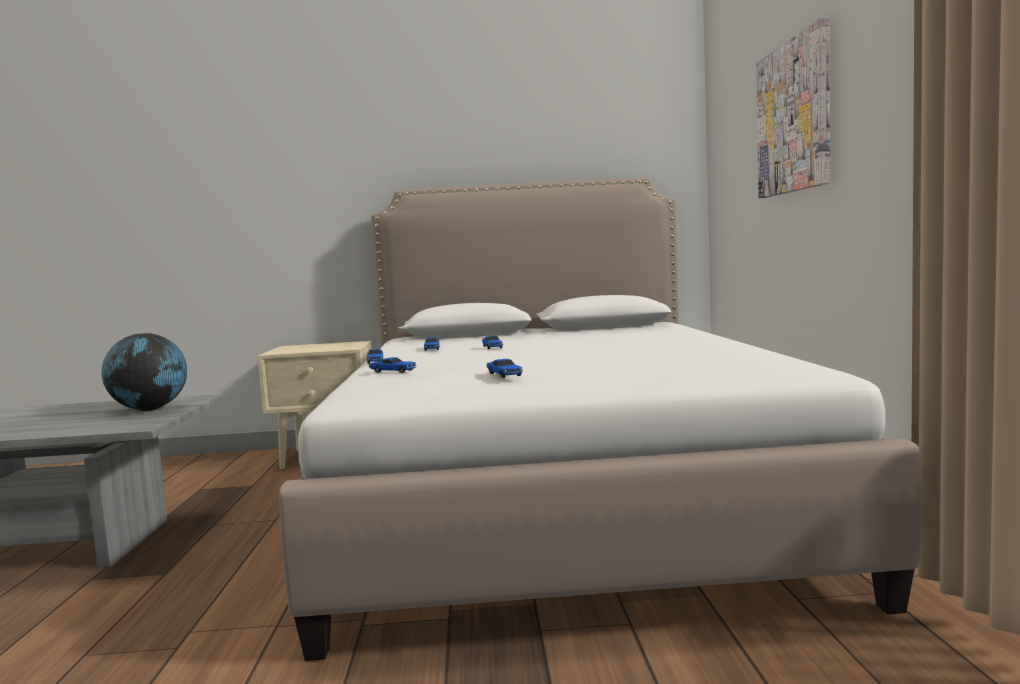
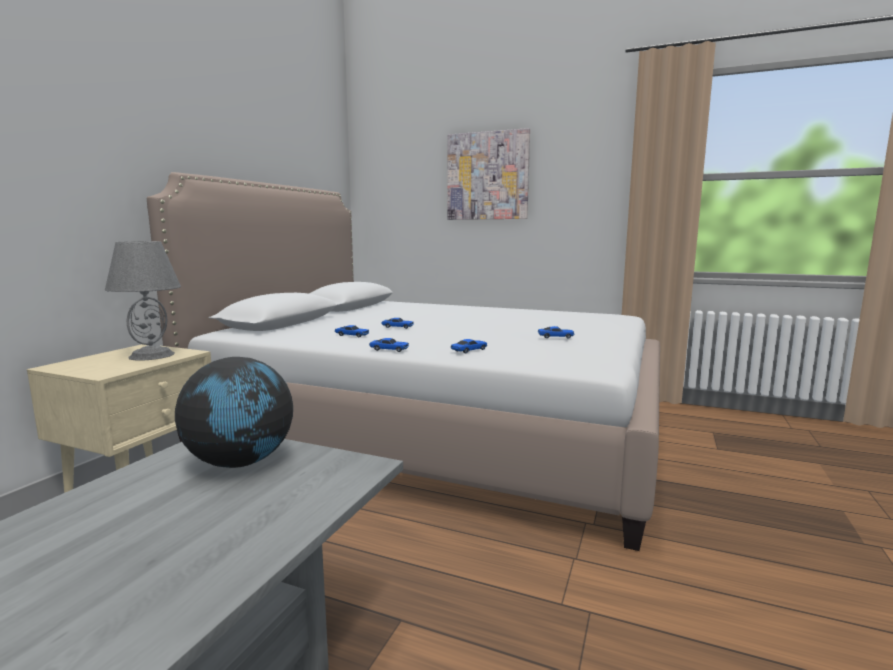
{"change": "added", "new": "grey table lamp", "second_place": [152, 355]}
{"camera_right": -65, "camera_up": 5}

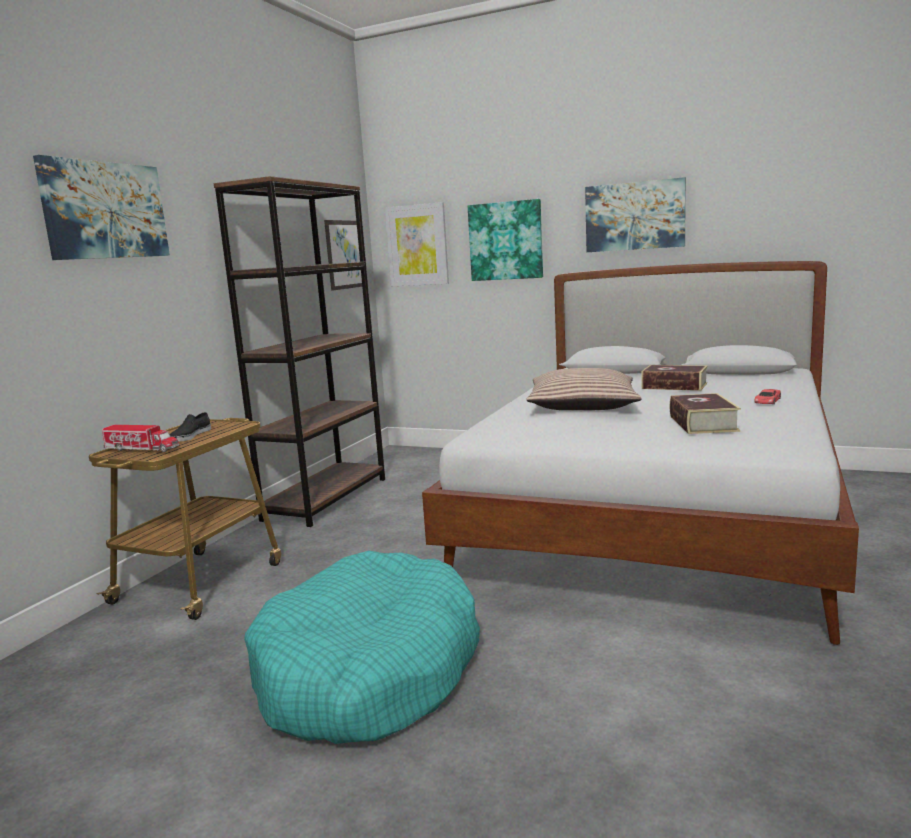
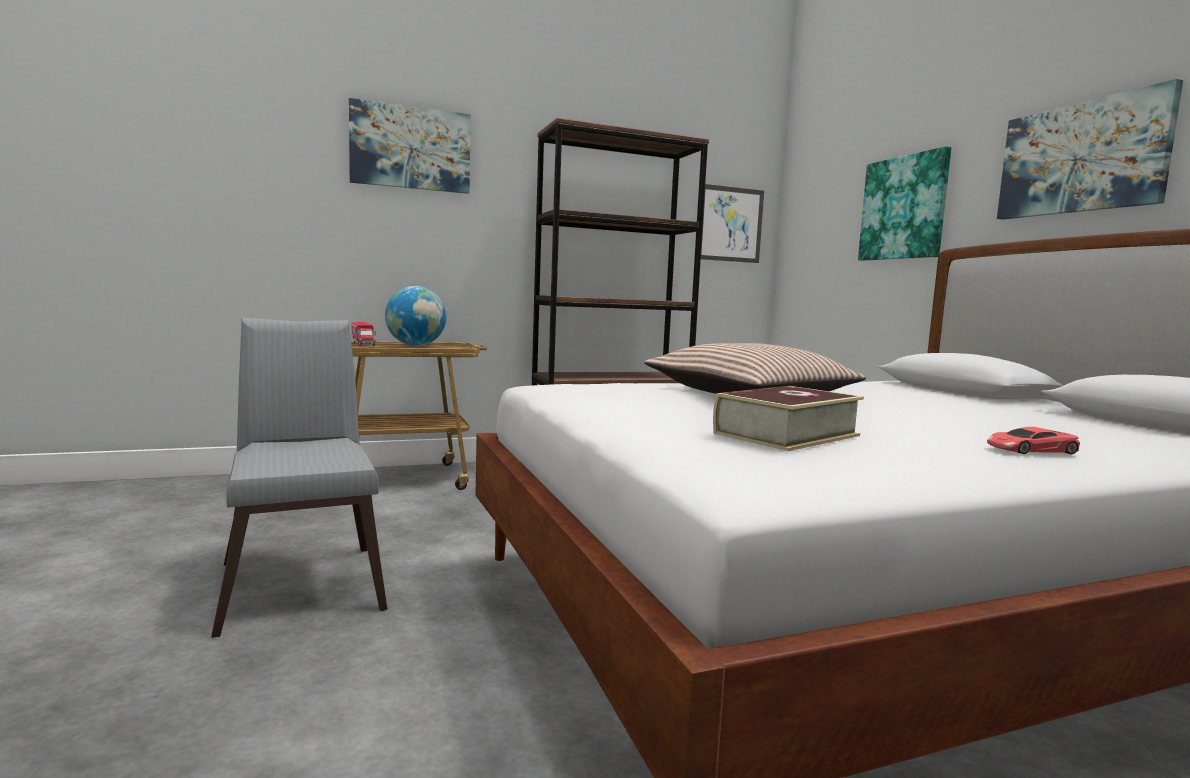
{"change": "removed", "old": "picture", "first_place": [417, 245]}
{"change": "removed", "old": "book", "first_place": [674, 386]}
{"change": "replaced", "old": "black shoe", "new": "globe", "first_place": [190, 436], "second_place": [416, 346]}
{"change": "replaced", "old": "turquoise dog bed", "new": "grey chair", "first_place": [369, 672], "second_place": [304, 580]}
{"camera_right": 45, "camera_up": -5}

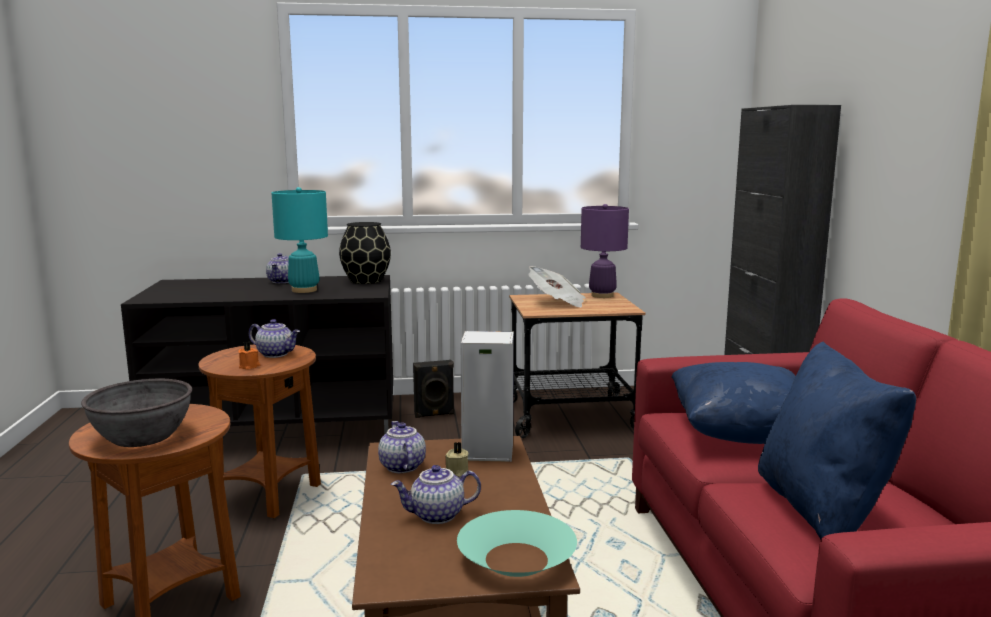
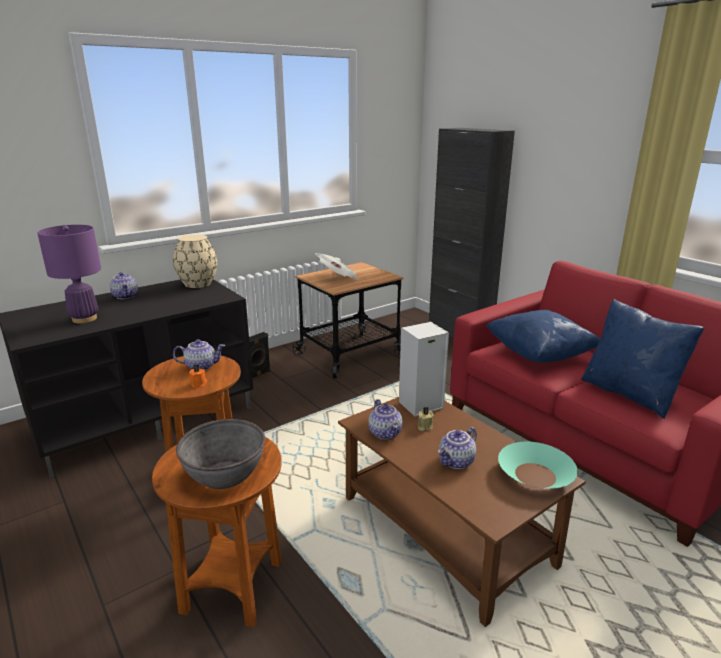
{"change": "removed", "old": "turquoise table lamp", "first_place": [304, 290]}
{"change": "moved", "old": "purple table lamp", "first_place": [602, 295], "second_place": [85, 319]}
{"change": "recoloured", "old": "black vase", "new": "beige vase", "first_place": [366, 281], "second_place": [198, 284]}
{"change": "turned", "old": "teapot", "first_place": [401, 466], "second_place": [386, 433], "degrees": -150}
{"camera_right": -30, "camera_up": 10}

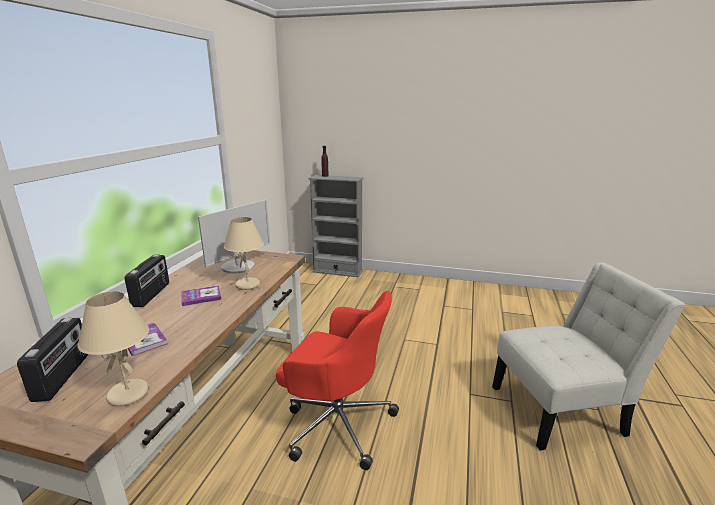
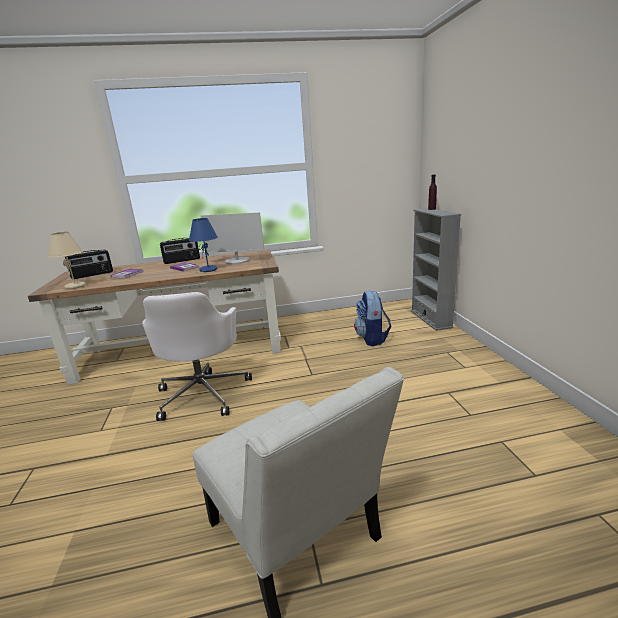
{"change": "recoloured", "old": "beige table lamp", "new": "blue table lamp", "first_place": [248, 285], "second_place": [208, 270]}
{"change": "recoloured", "old": "red office chair", "new": "white office chair", "first_place": [336, 422], "second_place": [203, 393]}
{"change": "added", "new": "backpack", "second_place": [372, 339]}
{"camera_right": 65, "camera_up": 0}

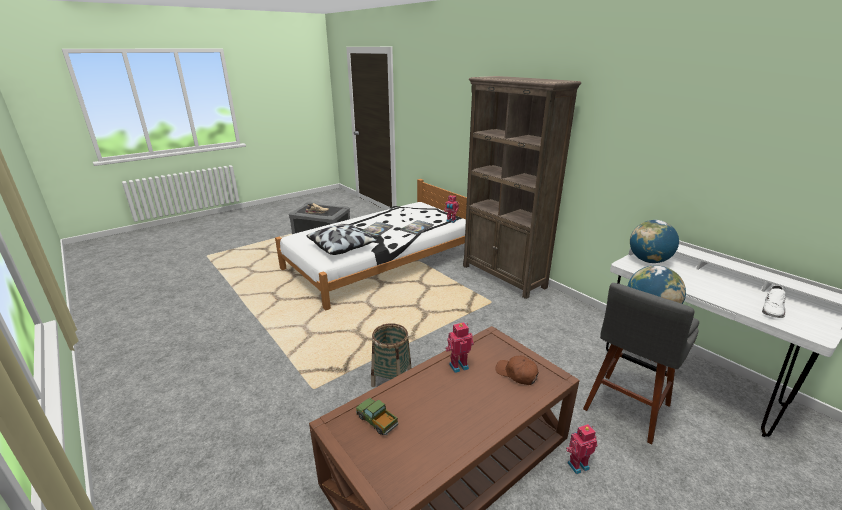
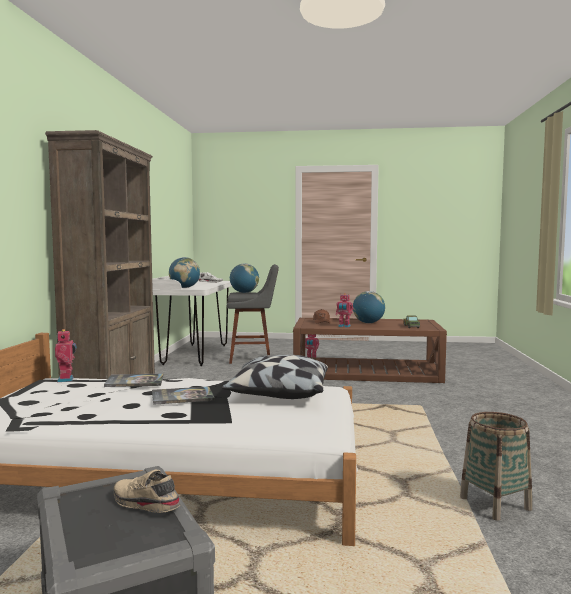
{"change": "moved", "old": "basket", "first_place": [391, 379], "second_place": [495, 504]}
{"change": "added", "new": "globe", "second_place": [368, 323]}
{"camera_right": -135, "camera_up": -20}

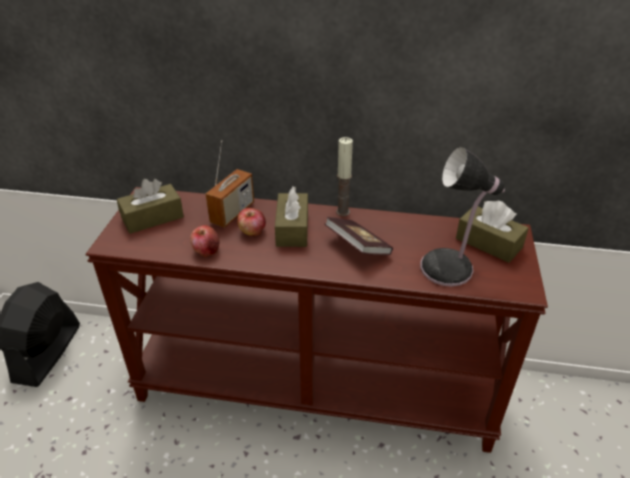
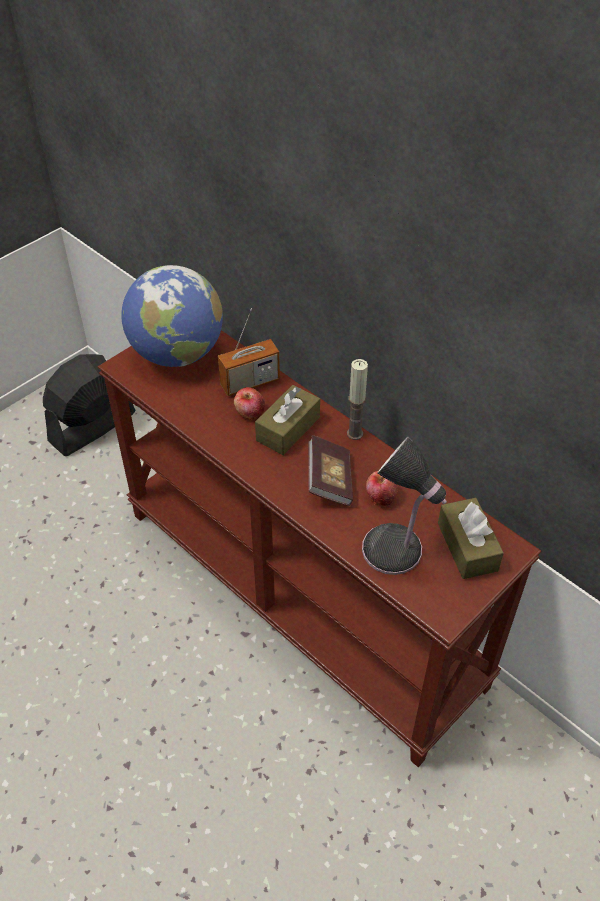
{"change": "replaced", "old": "brown tissue box", "new": "globe", "first_place": [152, 218], "second_place": [177, 354]}
{"change": "moved", "old": "apple", "first_place": [206, 250], "second_place": [381, 497]}
{"camera_right": 35, "camera_up": 10}

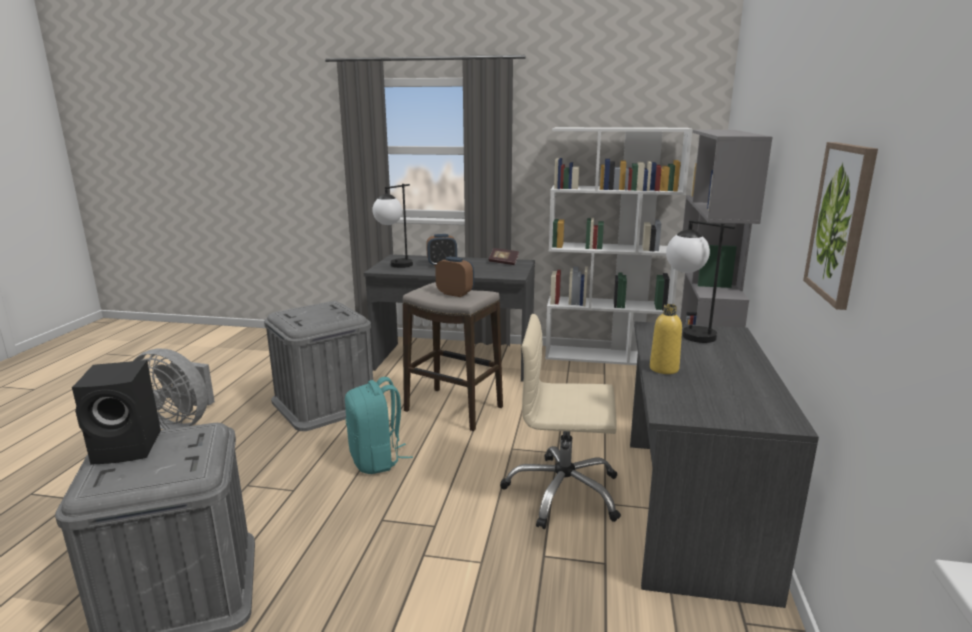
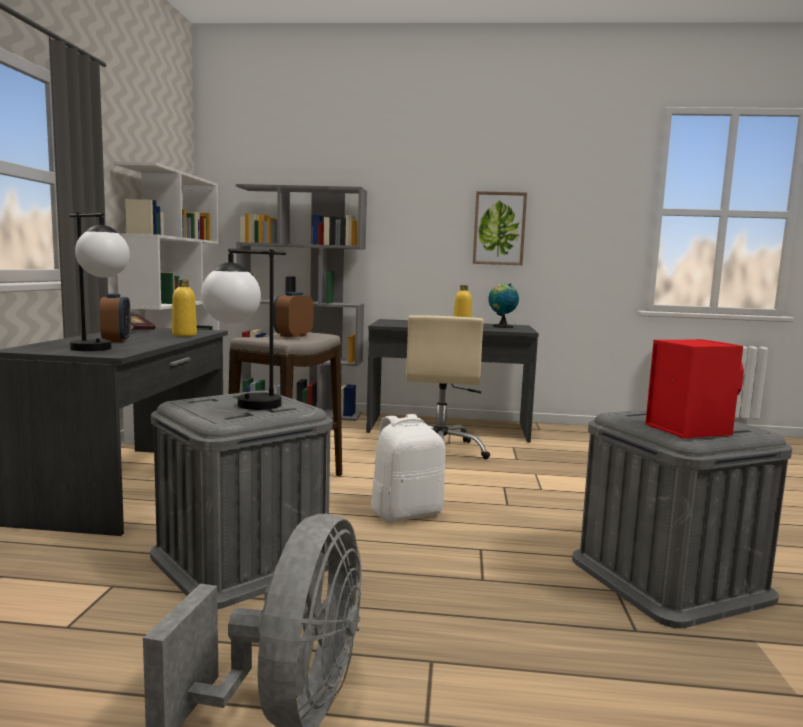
{"change": "moved", "old": "table lamp", "first_place": [687, 333], "second_place": [243, 407]}
{"change": "recoloured", "old": "black speaker", "new": "red speaker", "first_place": [130, 447], "second_place": [686, 429]}
{"change": "recoloured", "old": "turquoise backpack", "new": "white backpack", "first_place": [376, 460], "second_place": [406, 513]}
{"change": "added", "new": "yellow bottle", "second_place": [184, 335]}
{"change": "added", "new": "globe", "second_place": [501, 326]}
{"camera_right": -95, "camera_up": -10}

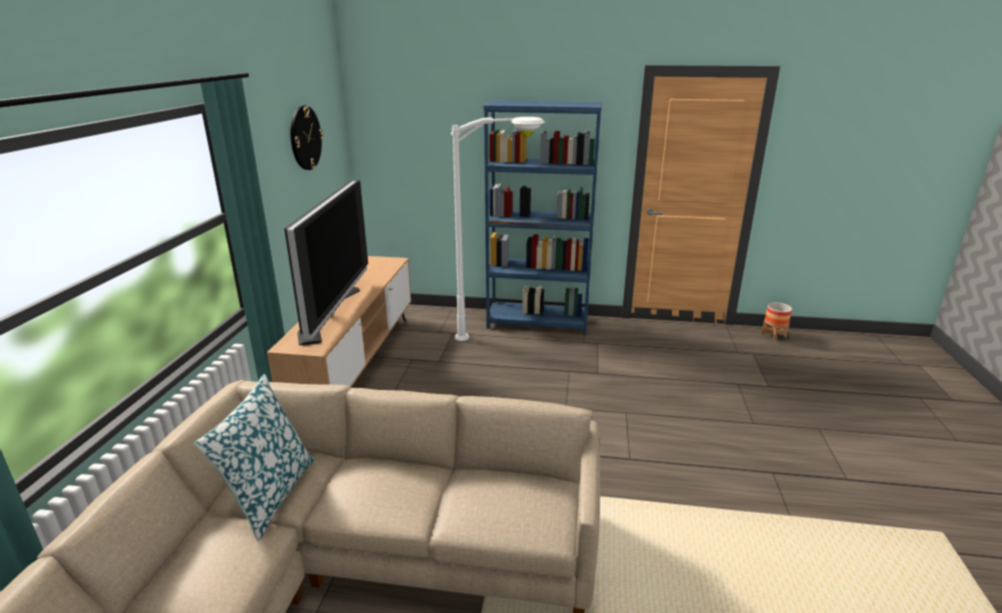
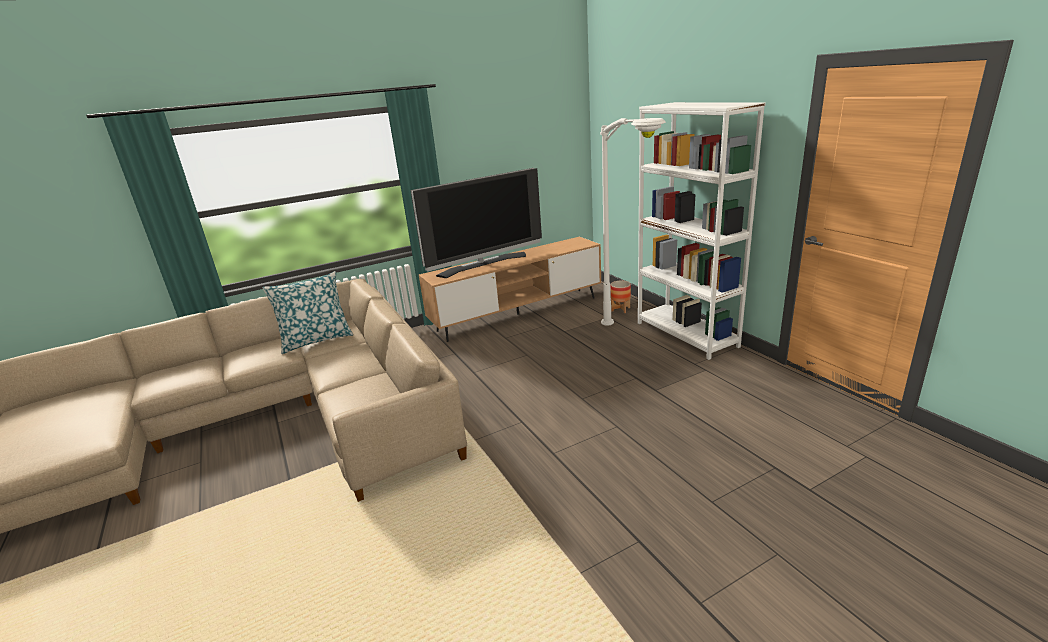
{"change": "recoloured", "old": "blue bookcase", "new": "white bookcase", "first_place": [538, 322], "second_place": [686, 334]}
{"change": "removed", "old": "wall clock", "first_place": [305, 138]}
{"change": "moved", "old": "planter", "first_place": [773, 335], "second_place": [620, 309]}
{"camera_right": 55, "camera_up": 0}

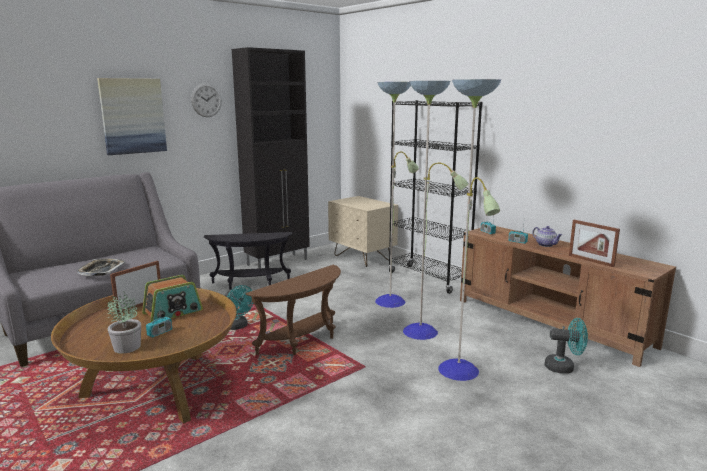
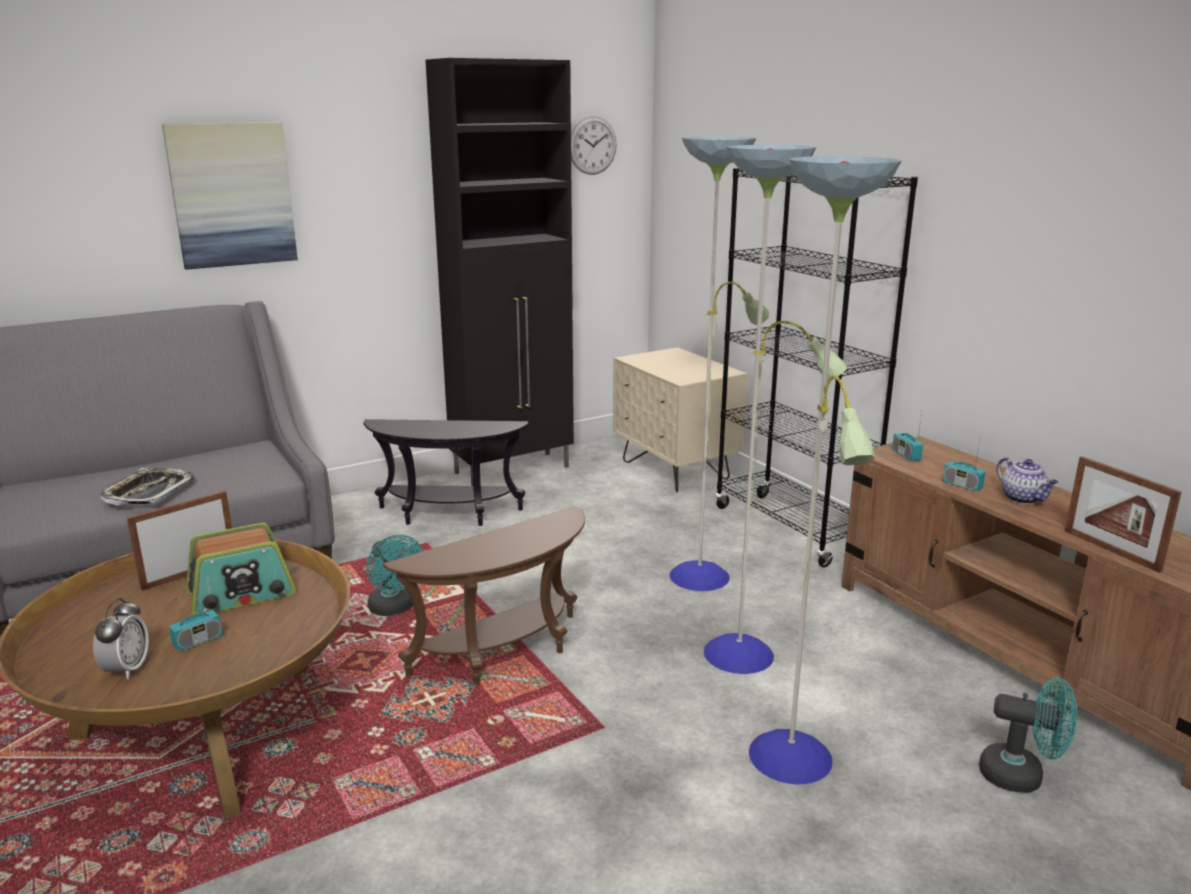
{"change": "moved", "old": "wall clock", "first_place": [206, 100], "second_place": [592, 145]}
{"change": "replaced", "old": "potted plant", "new": "alarm clock", "first_place": [126, 347], "second_place": [127, 669]}
{"camera_right": 10, "camera_up": 5}

